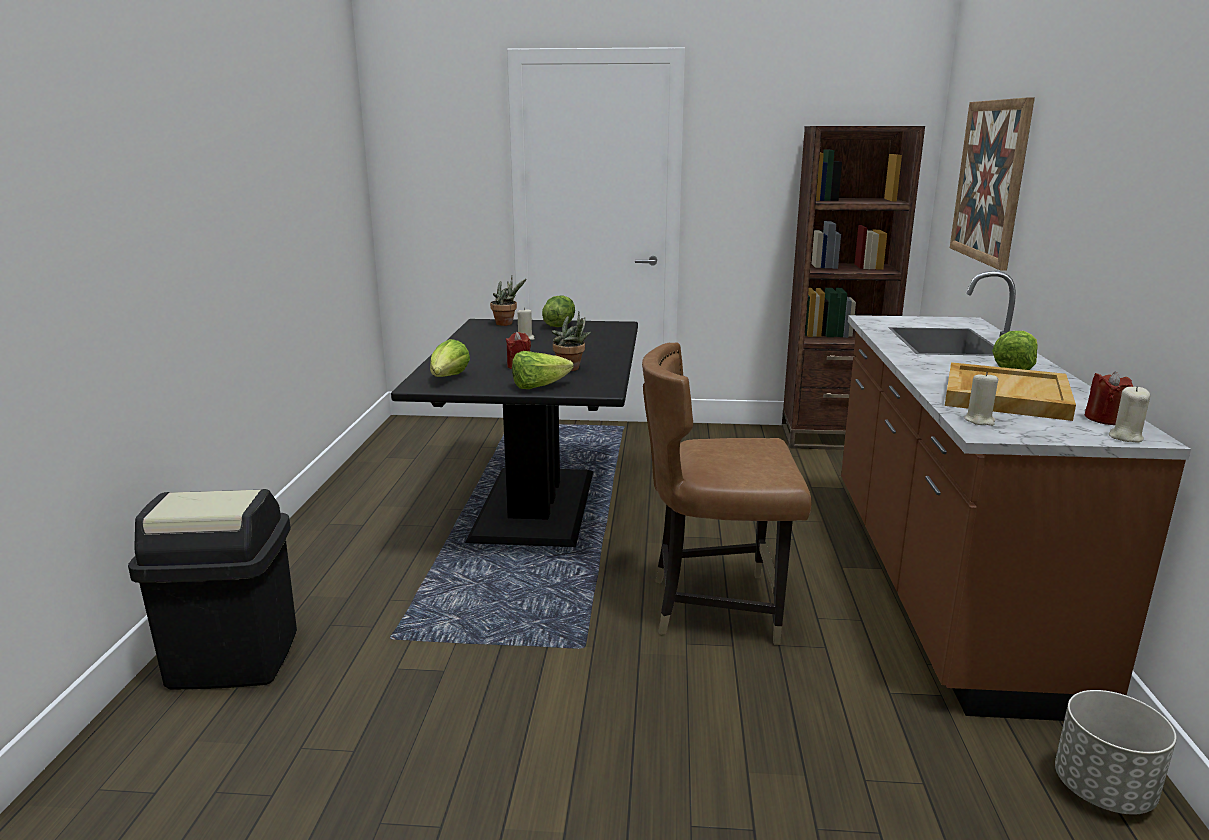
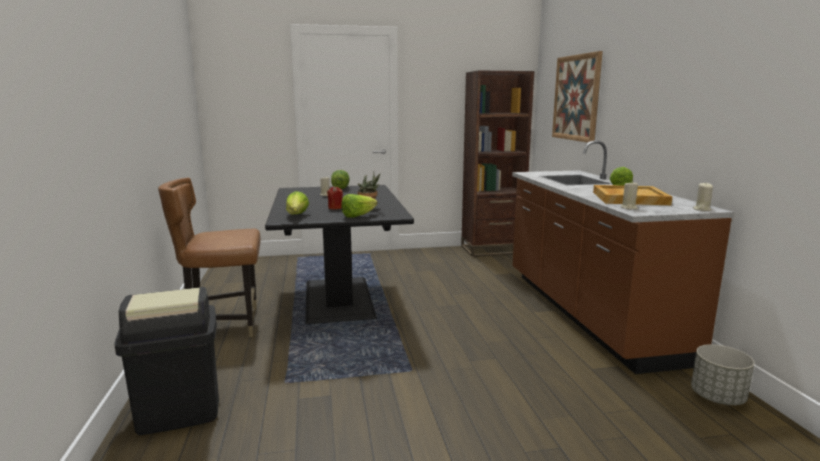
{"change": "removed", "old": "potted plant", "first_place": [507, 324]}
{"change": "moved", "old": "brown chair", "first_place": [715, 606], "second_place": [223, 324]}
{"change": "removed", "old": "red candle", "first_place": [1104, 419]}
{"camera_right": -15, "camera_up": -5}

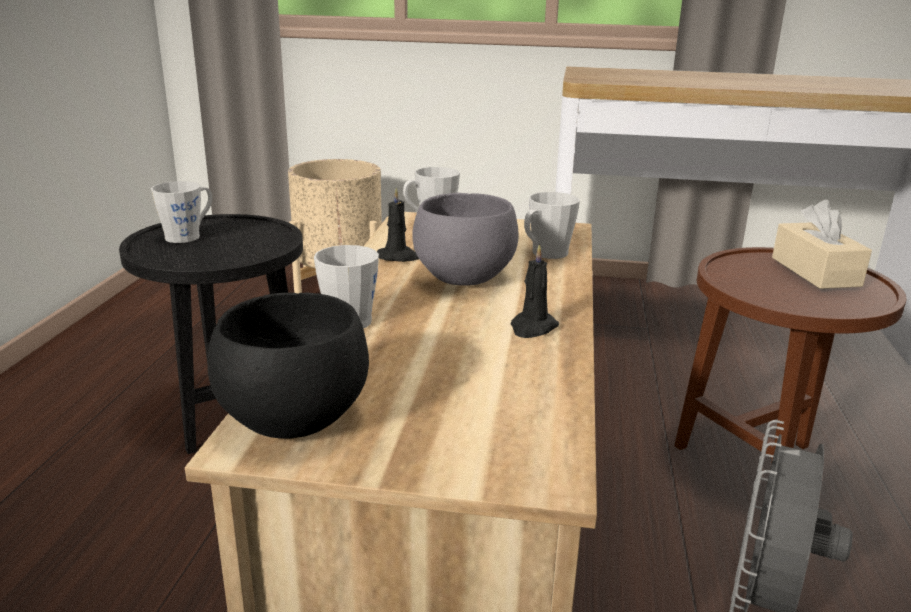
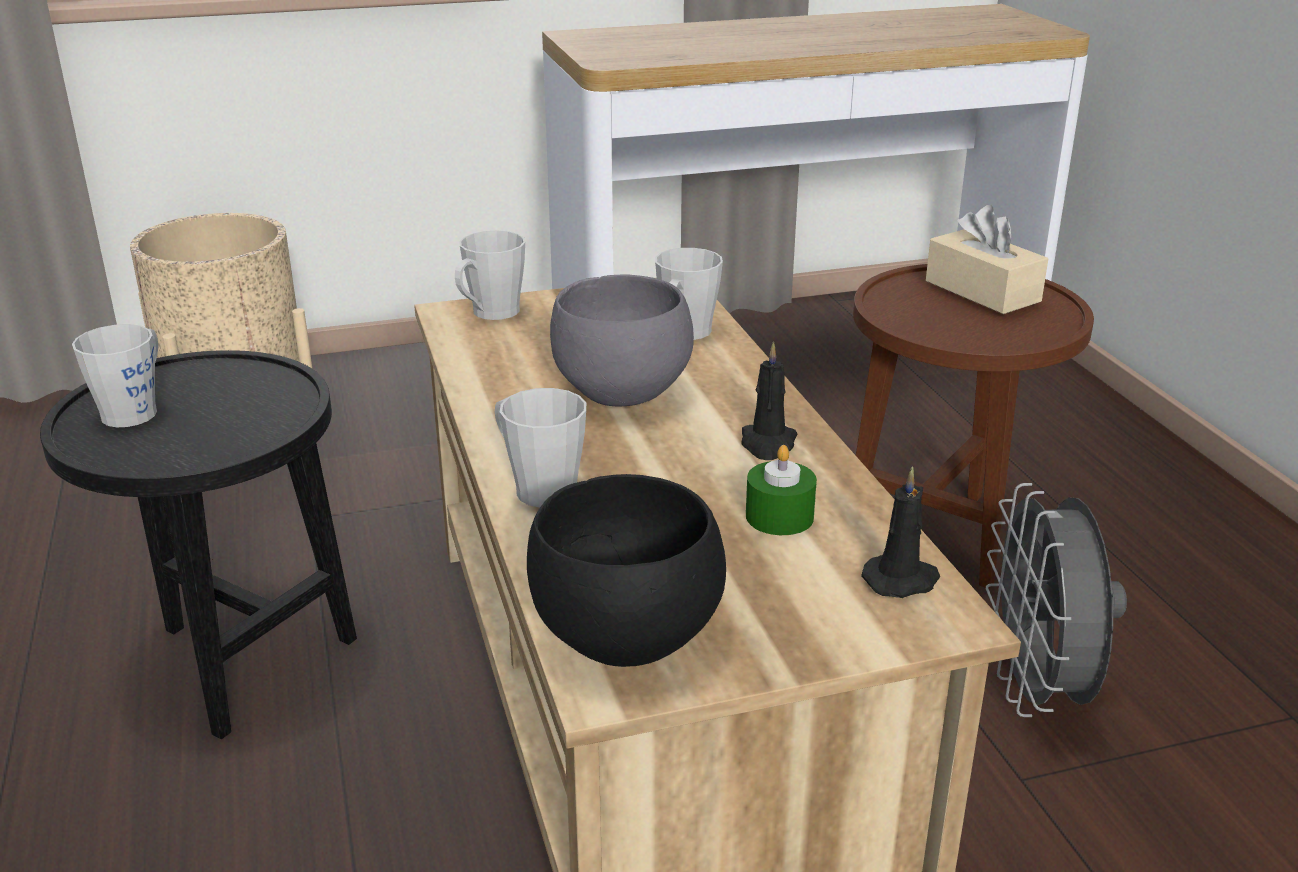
{"change": "moved", "old": "black candle", "first_place": [399, 257], "second_place": [902, 580]}
{"change": "added", "new": "green candle", "second_place": [779, 516]}
{"camera_right": -25, "camera_up": 5}

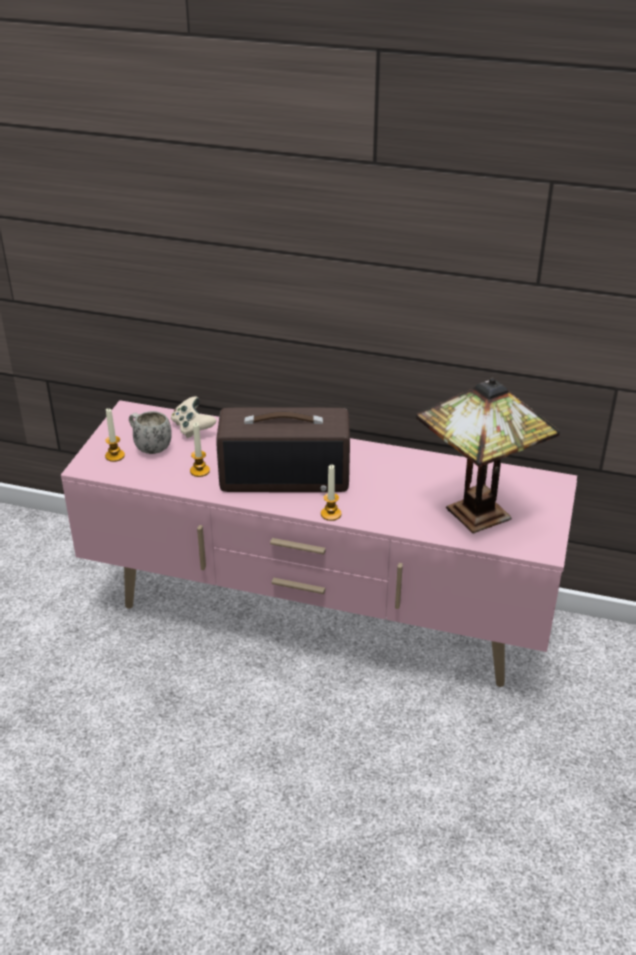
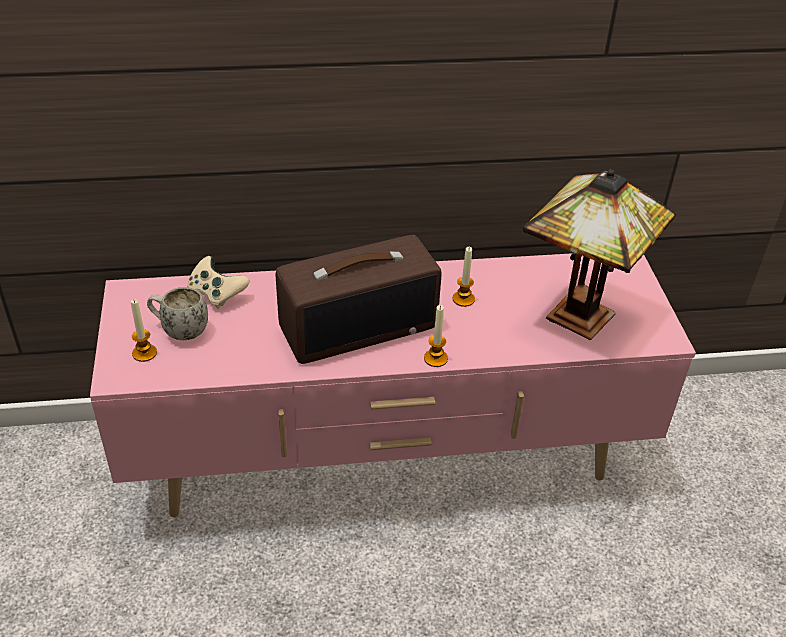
{"change": "moved", "old": "candle", "first_place": [199, 471], "second_place": [463, 299]}
{"camera_right": -25, "camera_up": 5}

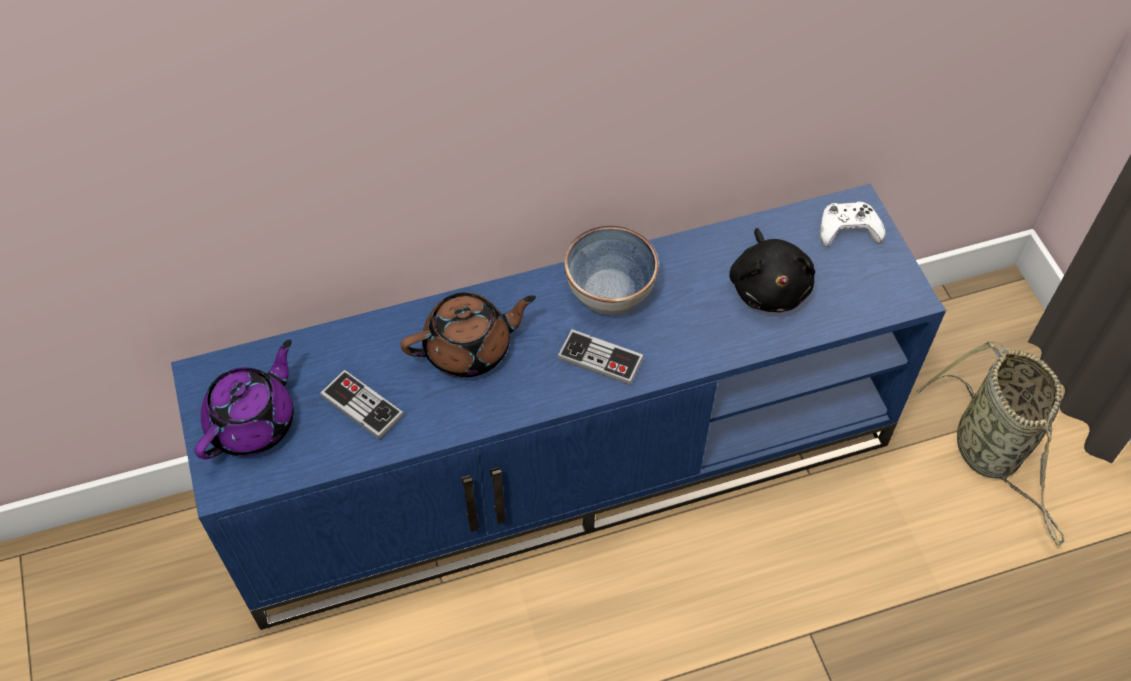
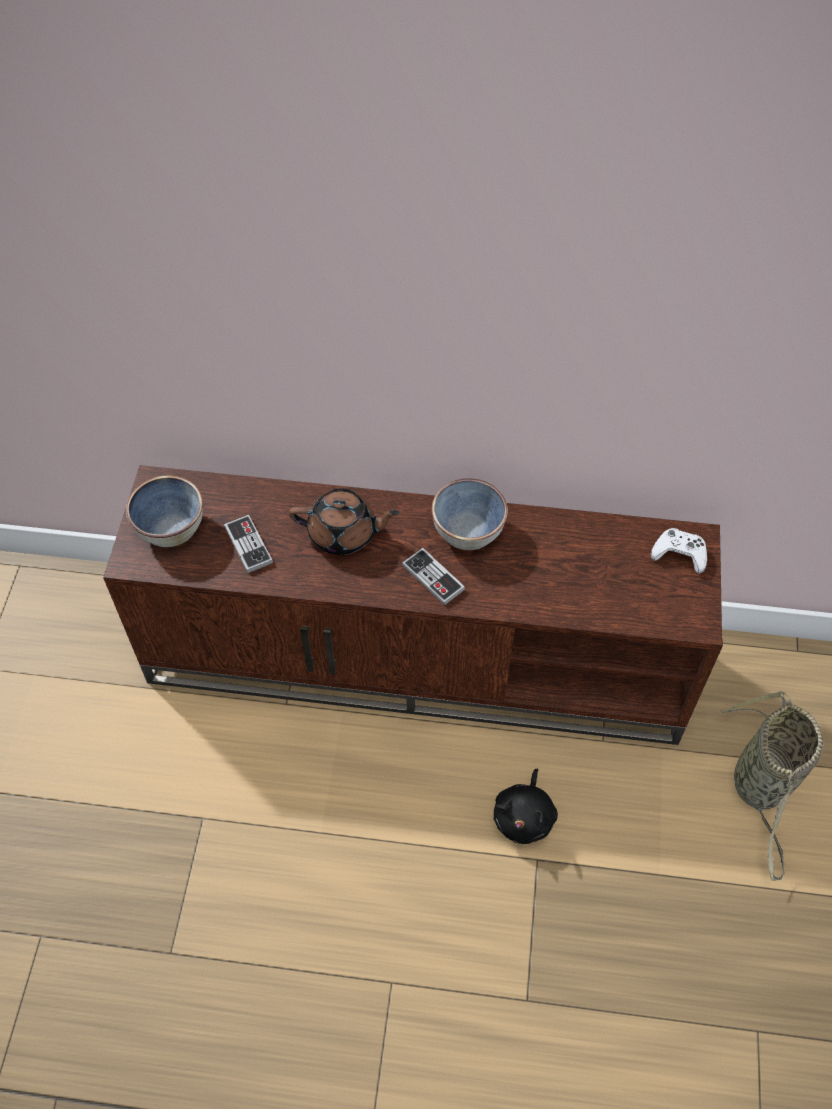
{"change": "recoloured", "old": "blue tv stand", "new": "brown tv stand", "first_place": [566, 464], "second_place": [419, 656]}
{"change": "moved", "old": "black plush toy", "first_place": [769, 287], "second_place": [524, 816]}
{"change": "replaced", "old": "purple teapot", "new": "bowl", "first_place": [254, 422], "second_place": [171, 527]}
{"camera_right": 25, "camera_up": 0}

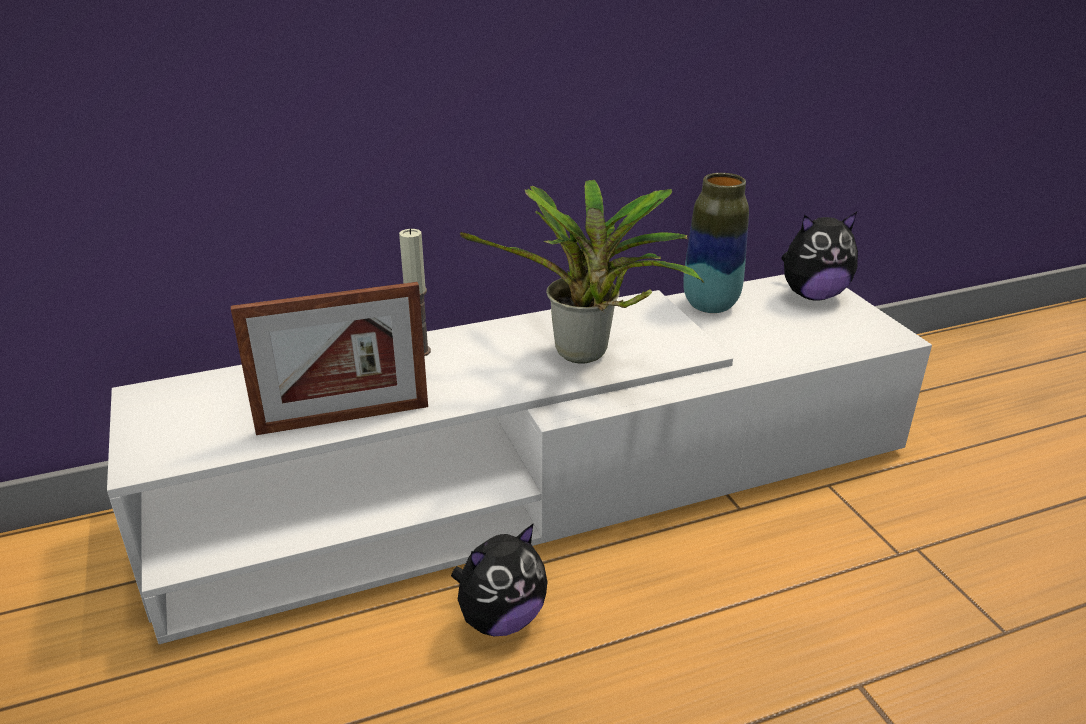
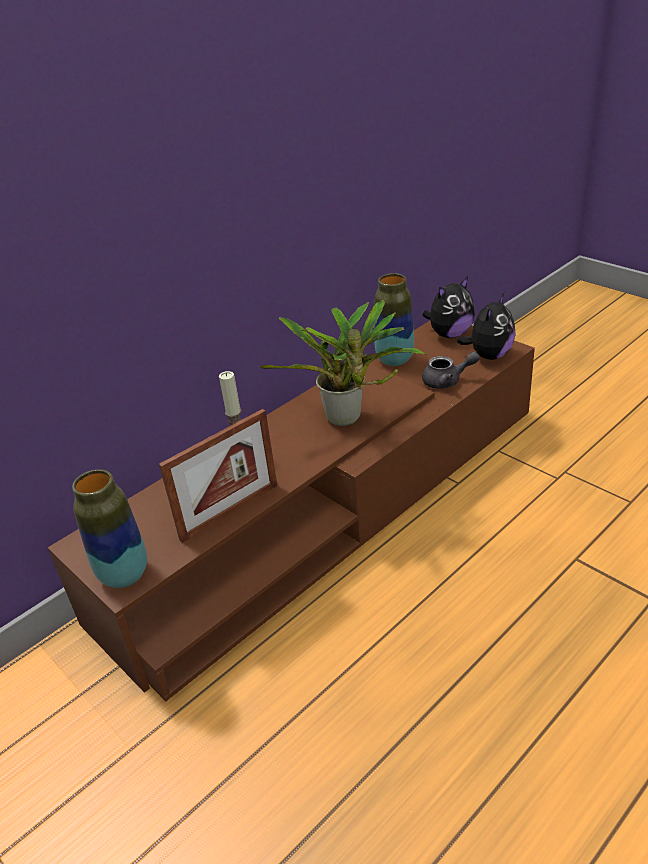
{"change": "recoloured", "old": "white tv stand", "new": "brown tv stand", "first_place": [542, 481], "second_place": [331, 508]}
{"change": "moved", "old": "plush toy", "first_place": [500, 619], "second_place": [489, 355]}
{"change": "added", "new": "grey teapot", "second_place": [447, 381]}
{"change": "added", "new": "vase", "second_place": [124, 575]}
{"camera_right": -20, "camera_up": 5}

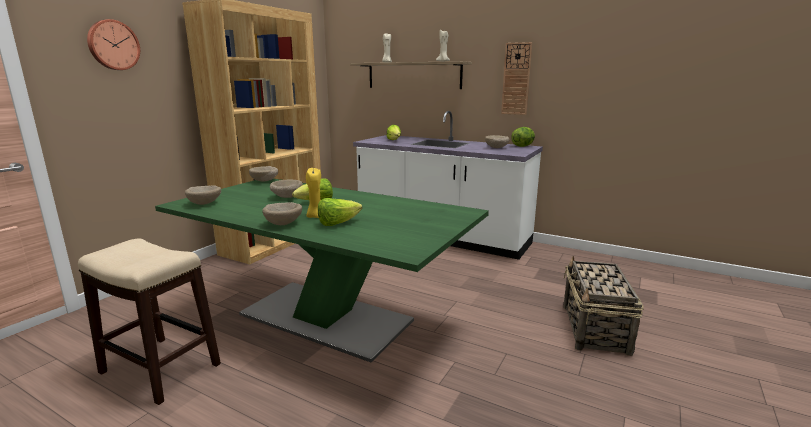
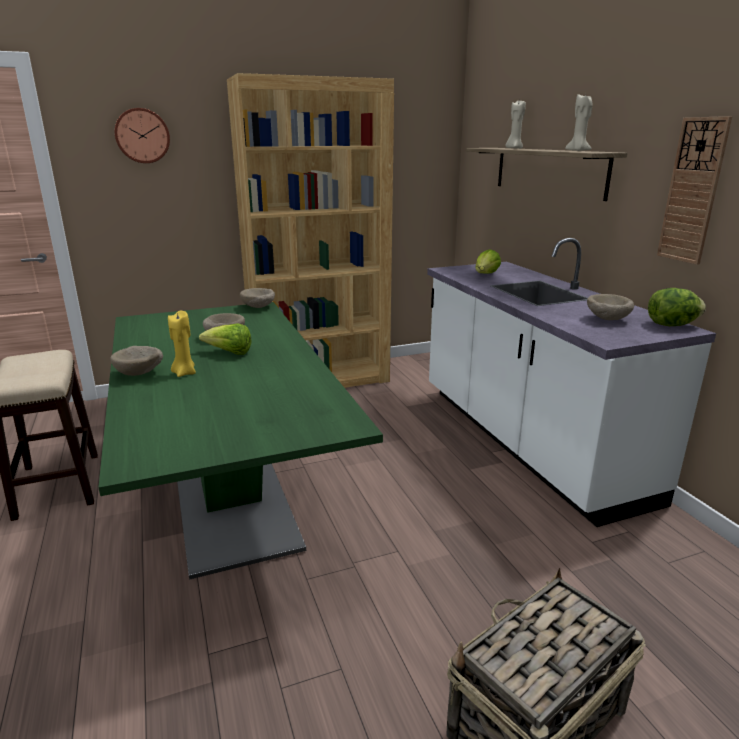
{"change": "removed", "old": "beige bowl", "first_place": [205, 203]}
{"change": "removed", "old": "lettuce", "first_place": [338, 223]}
{"camera_right": 40, "camera_up": 5}

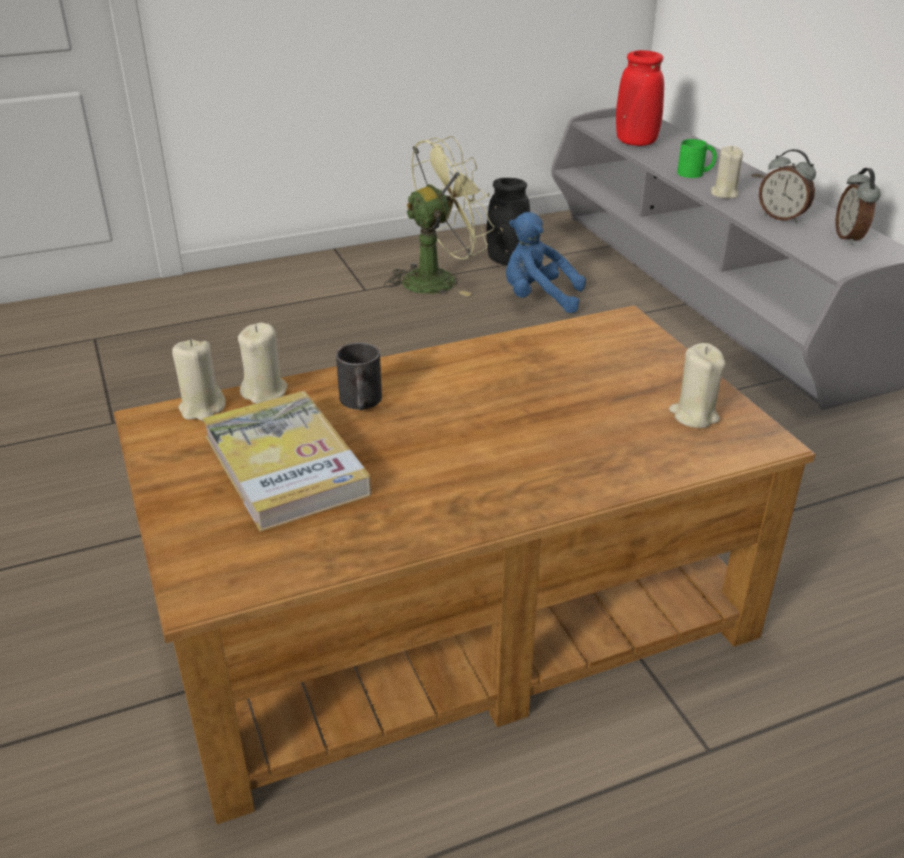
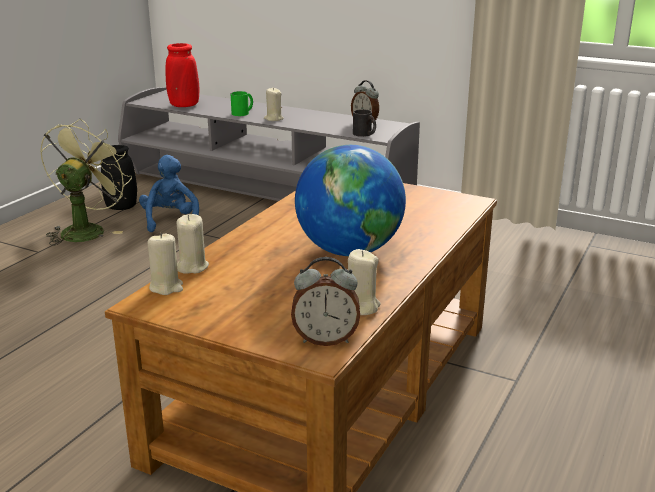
{"change": "moved", "old": "alarm clock", "first_place": [782, 217], "second_place": [325, 339]}
{"change": "turned", "old": "blue plush toy", "first_place": [538, 299], "second_place": [171, 221], "degrees": 105}
{"change": "moved", "old": "black mug", "first_place": [361, 403], "second_place": [365, 134]}
{"change": "moved", "old": "beige candle", "first_place": [694, 415], "second_place": [360, 307]}
{"change": "removed", "old": "book", "first_place": [285, 465]}
{"change": "added", "new": "globe", "second_place": [349, 251]}
{"camera_right": -40, "camera_up": -10}

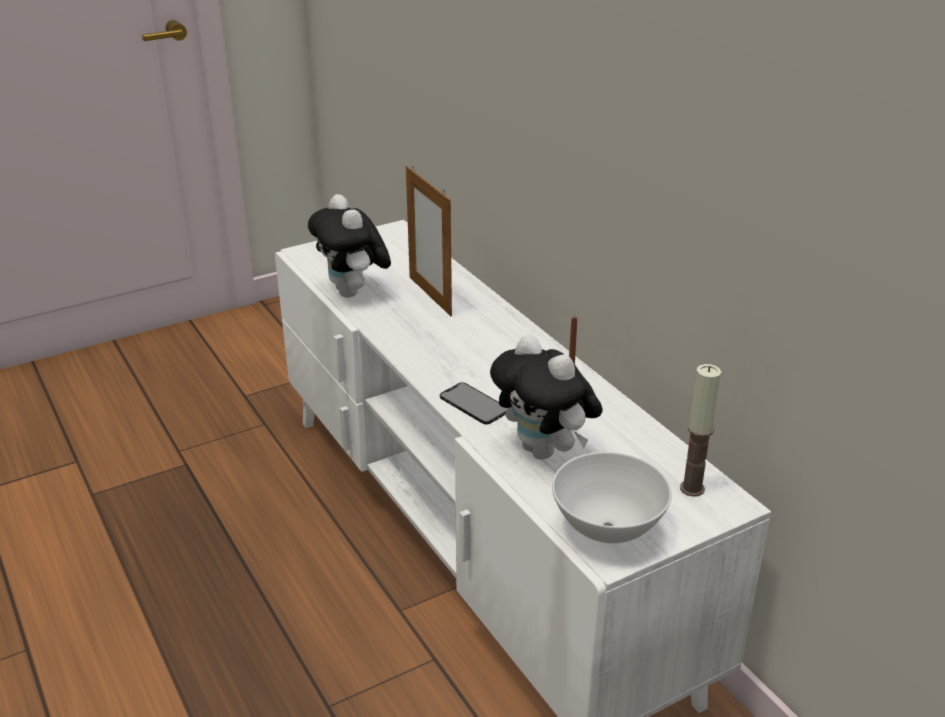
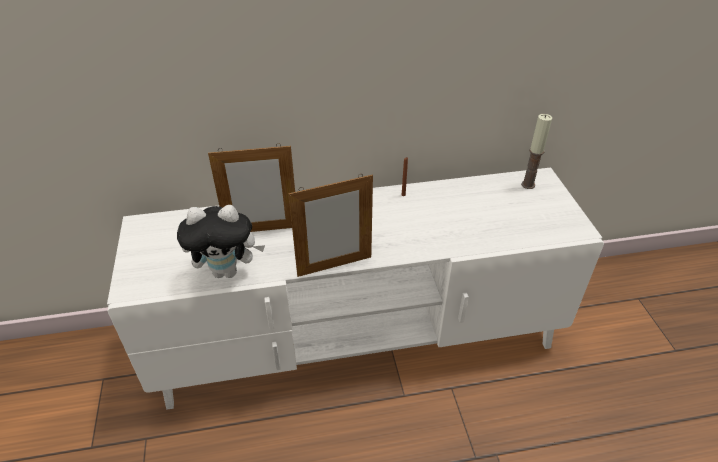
{"change": "removed", "old": "plush toy", "first_place": [545, 451]}
{"change": "removed", "old": "phone", "first_place": [474, 404]}
{"change": "removed", "old": "white bowl", "first_place": [606, 530]}
{"change": "added", "new": "picture frame", "second_place": [334, 266]}
{"camera_right": -70, "camera_up": 10}

